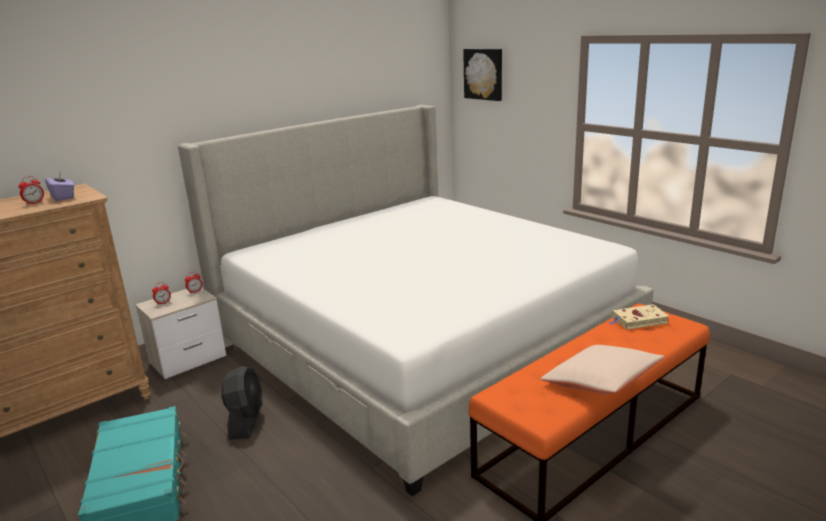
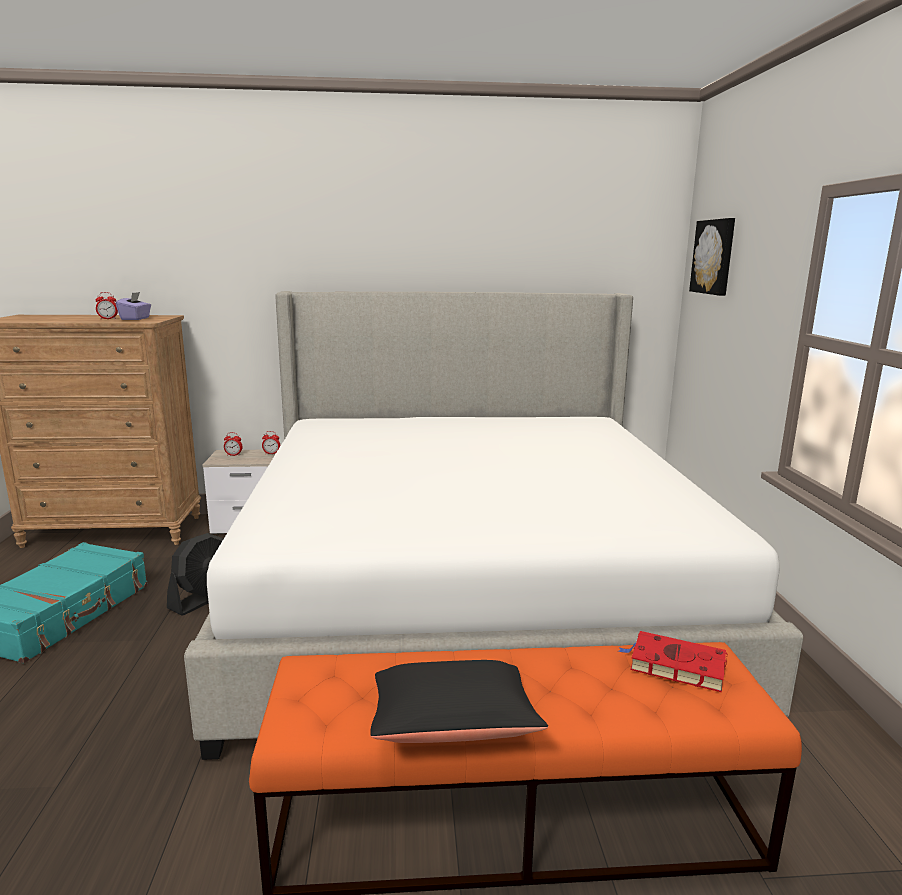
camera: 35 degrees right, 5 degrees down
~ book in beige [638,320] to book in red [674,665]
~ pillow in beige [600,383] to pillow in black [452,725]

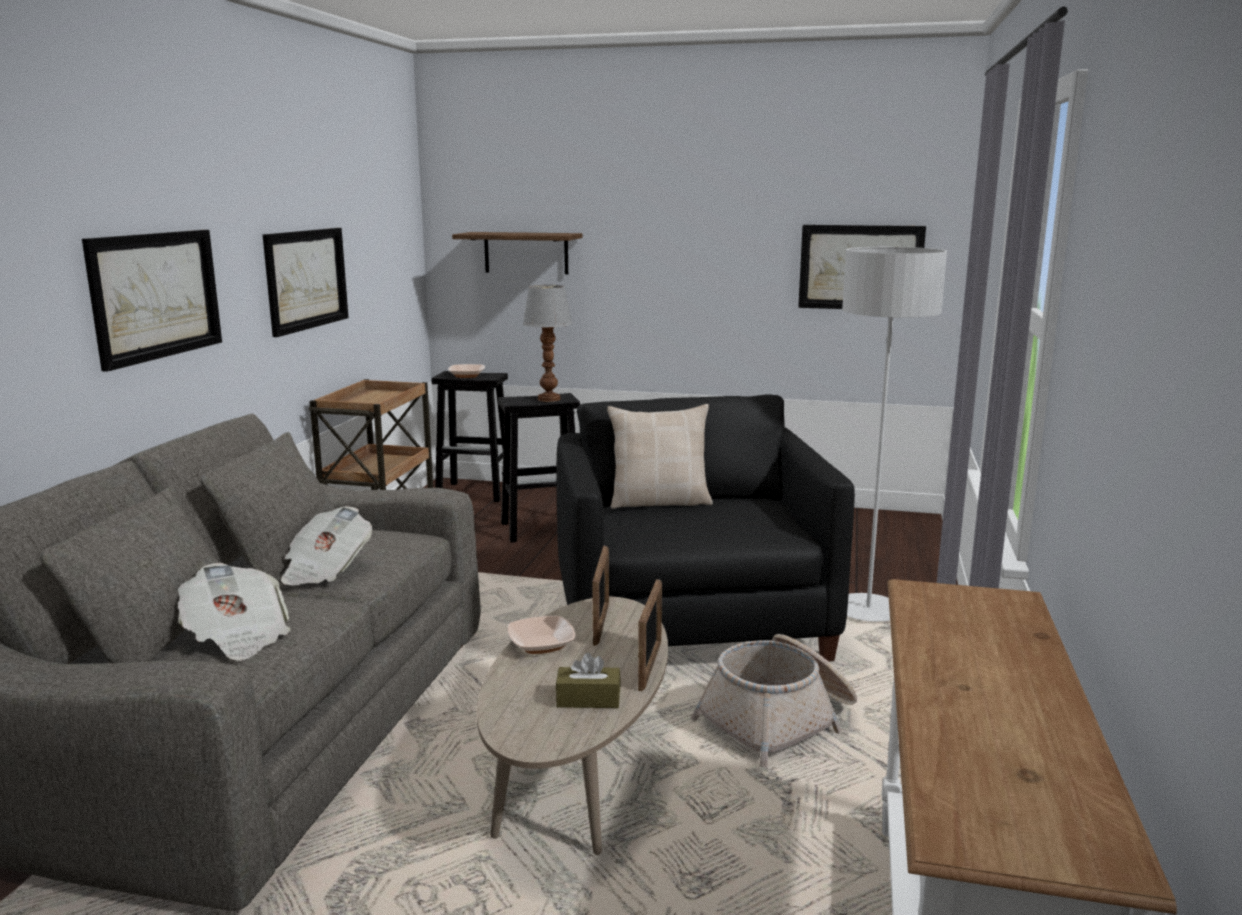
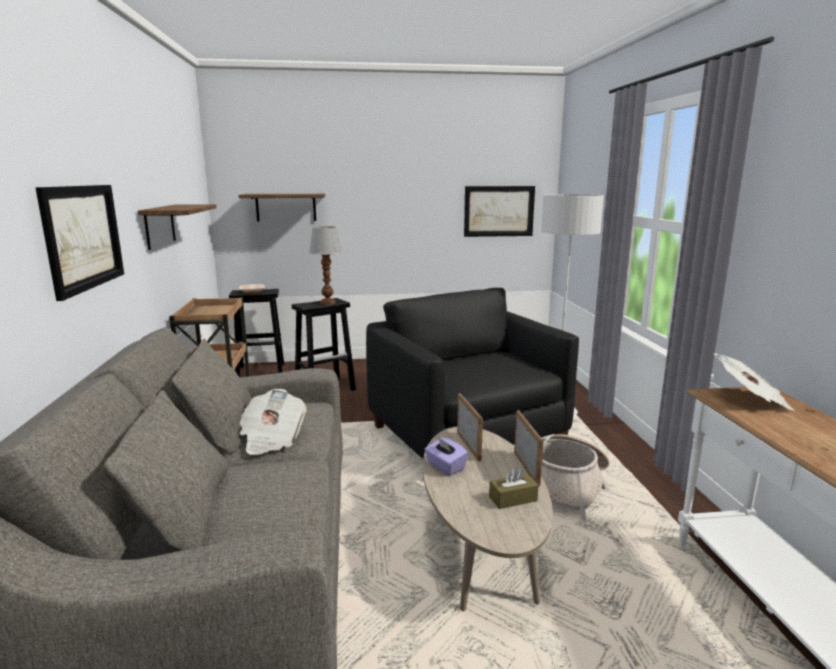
camera: 20 degrees left, 0 degrees up
~ picture [306,279] to shelf [160,226]
- pillow in beige [659,502]
~ newspaper [237,637] to [750,400]
~ bowl [541,645] to tissue box in purple [445,467]

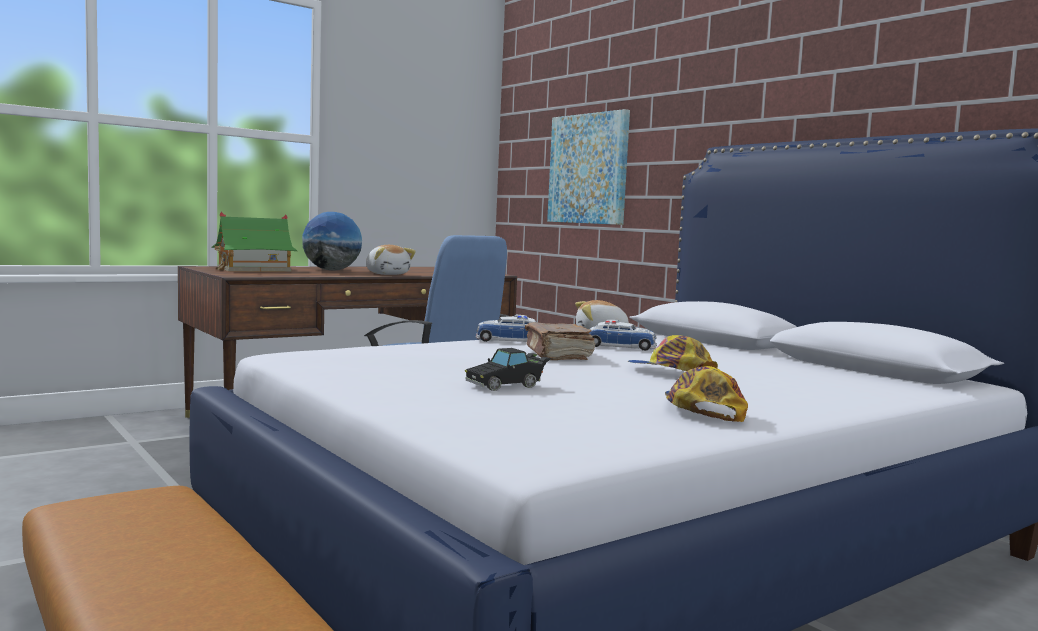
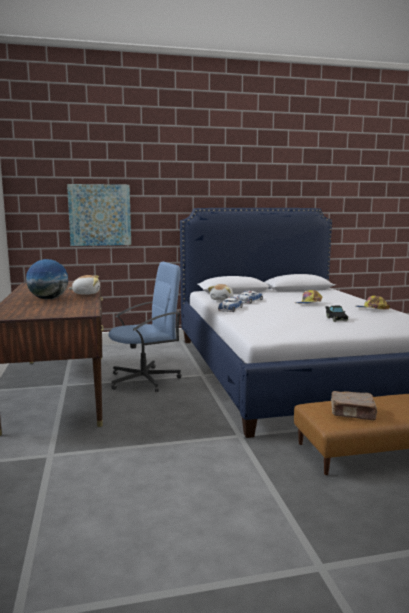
camera: 65 degrees left, 5 degrees up
- toy house [253,269]
~ book in brown [557,355] to [353,413]

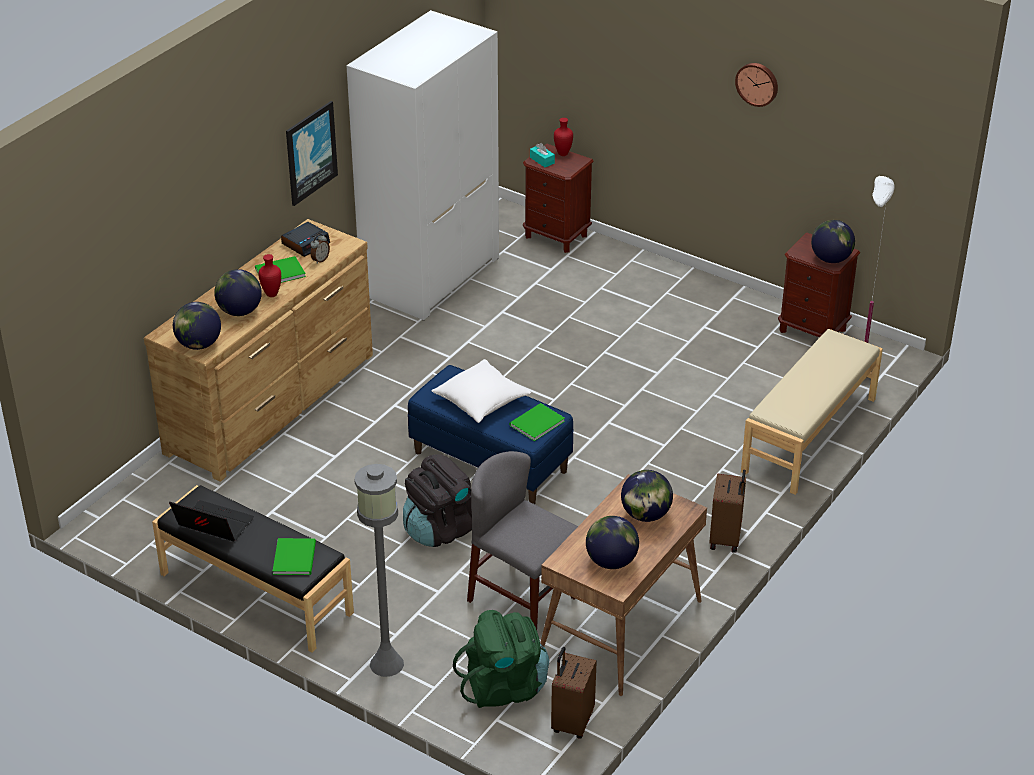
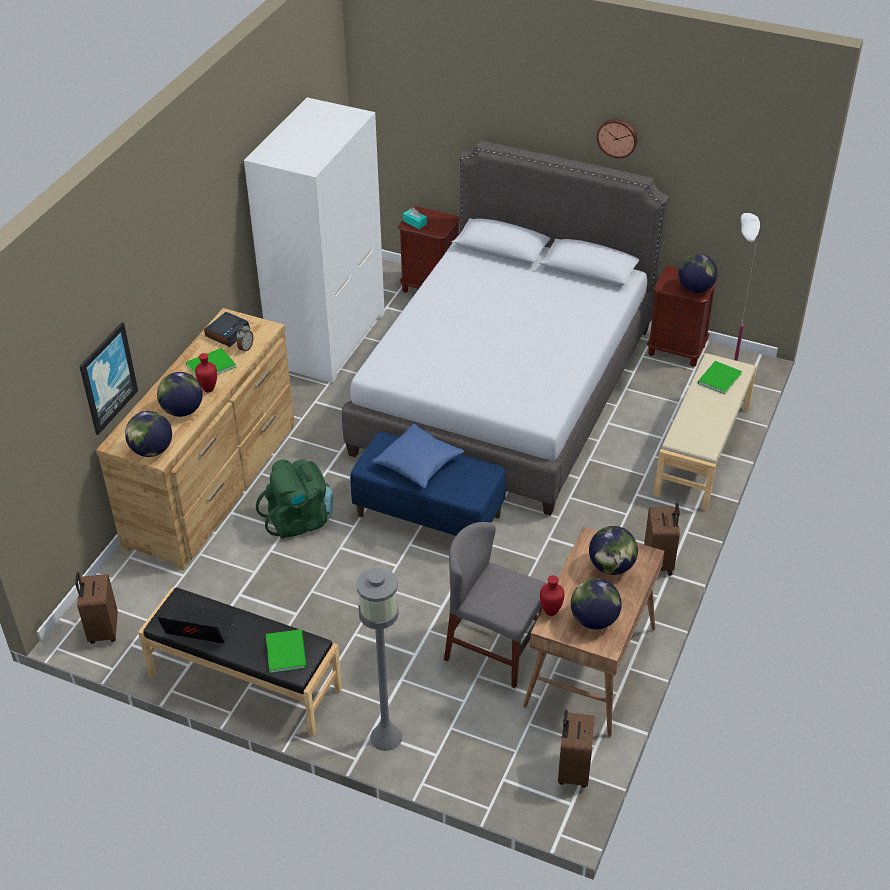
camera: 10 degrees left, 5 degrees up
~ picture [310,152] to [107,378]
~ vase in red [562,154] to [550,612]
~ pillow in white [481,401] to pillow in blue [418,464]
~ book in green [535,423] to [718,379]
- backpack in black [441,528]
~ backpack in green [504,687] to [300,520]
+ bed in grey [504,390]
+ suitcase in brown [102,630]

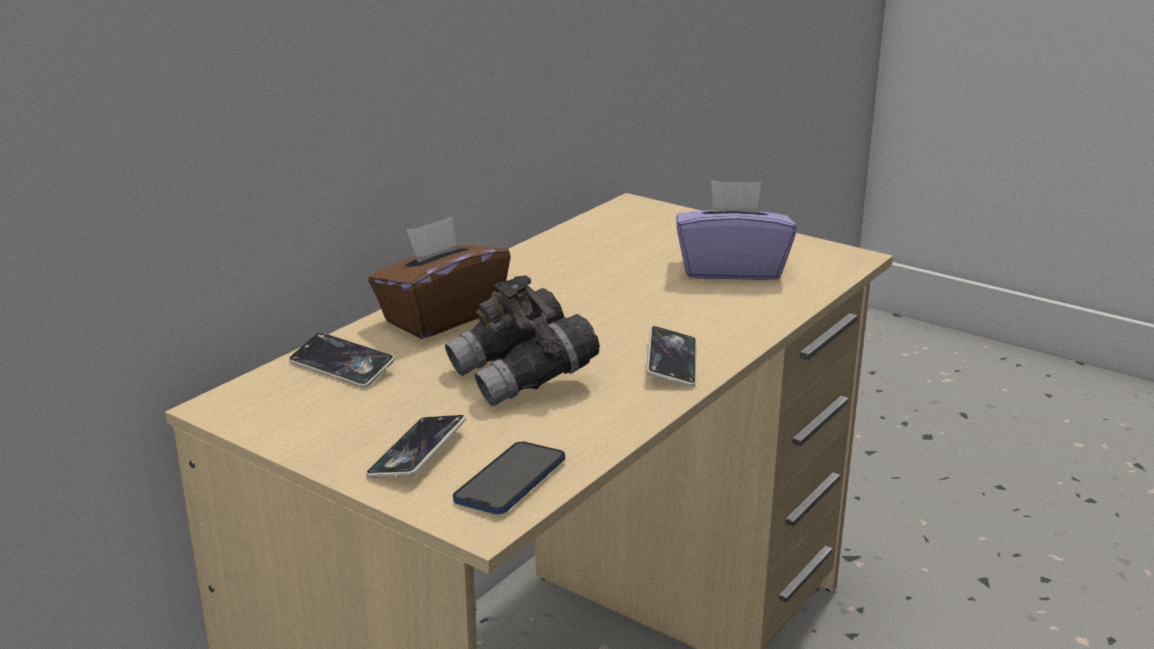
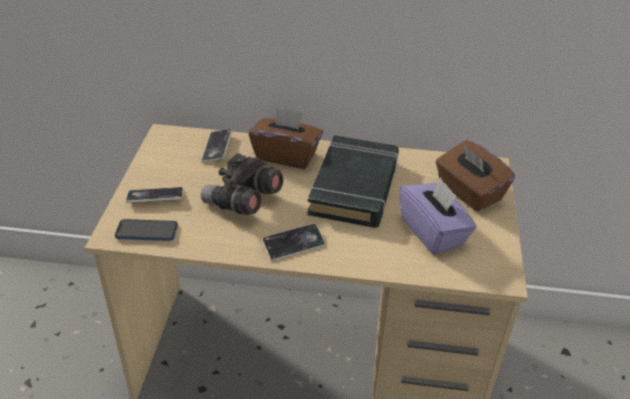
camera: 60 degrees right, 15 degrees up
+ book in black [355,187]
+ tissue box in brown [468,192]

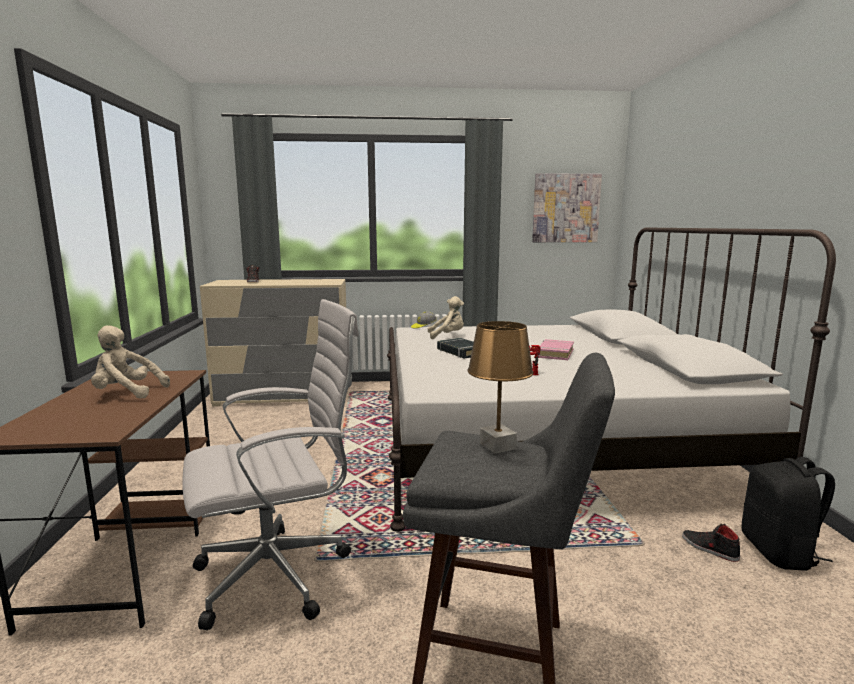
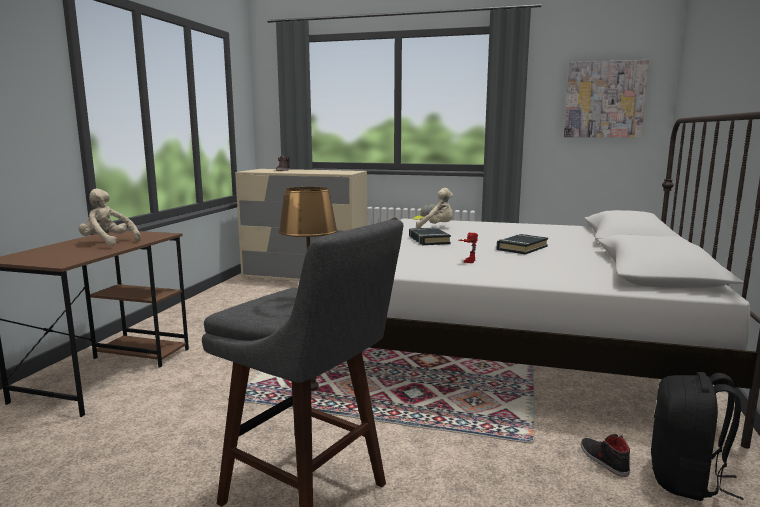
camera: 20 degrees right, 0 degrees up
- office chair in white [280,574]
~ book in pink [555,353] to book in black [521,248]

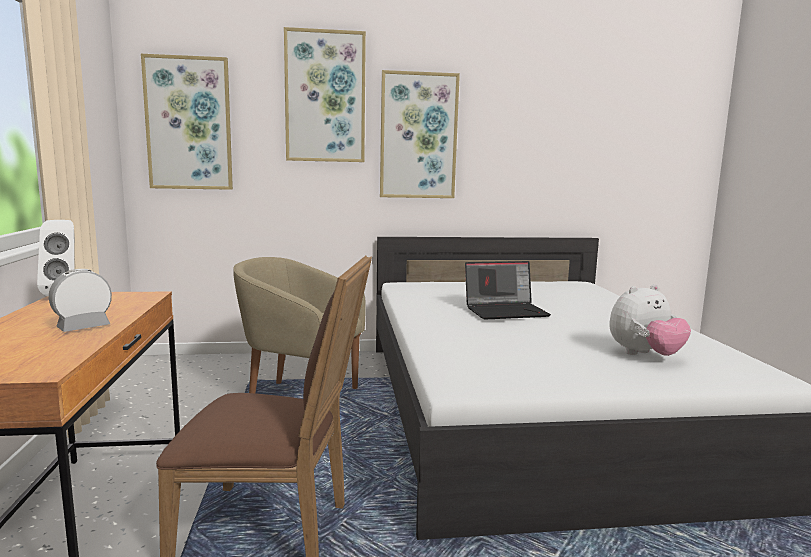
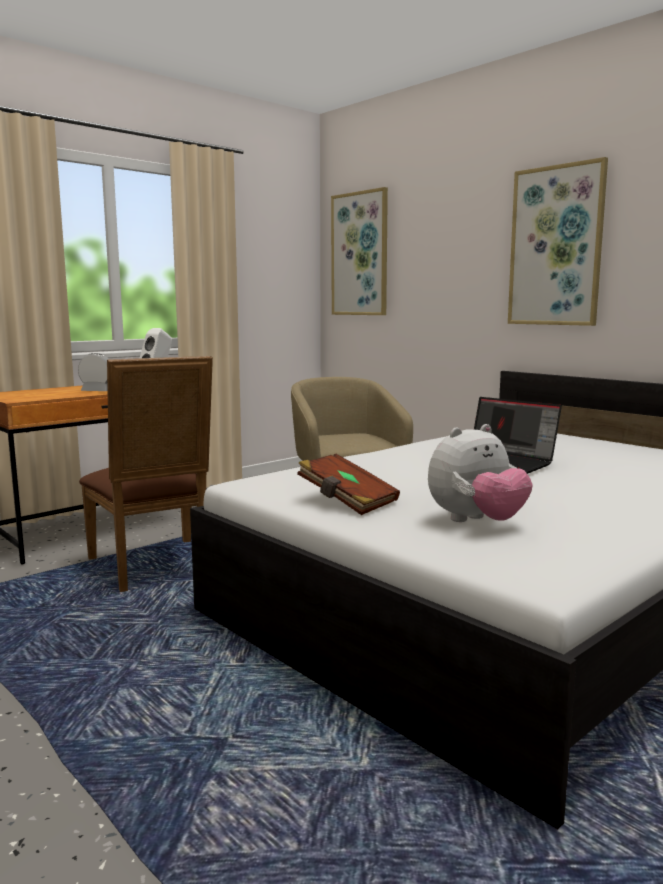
camera: 55 degrees right, 0 degrees up
- picture [325,97]
~ plush toy [644,355] = [476,522] 60 degrees counterclockwise
+ book in brown [347,501]

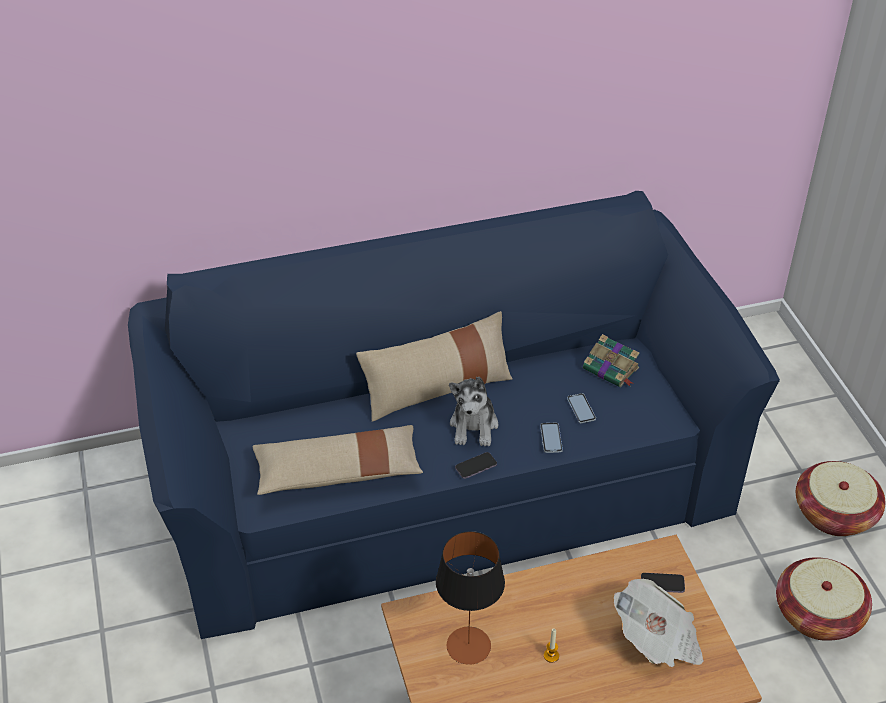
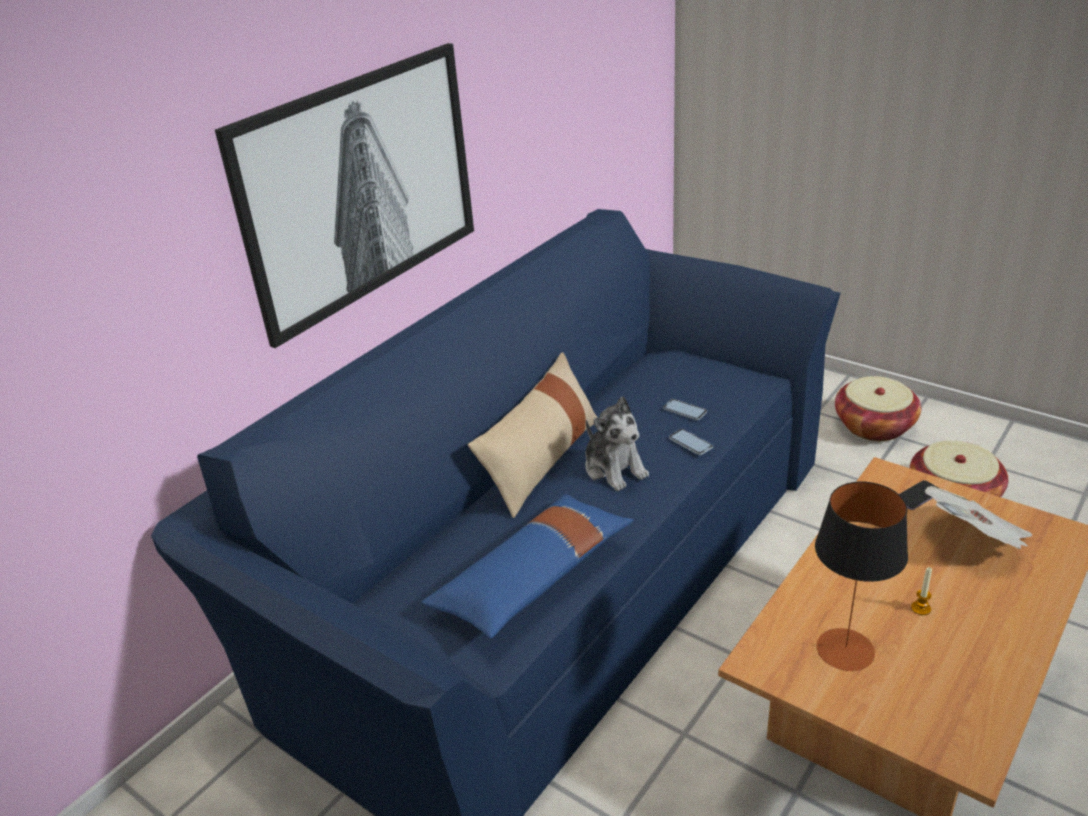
camera: 35 degrees left, 10 degrees down
- book [611,369]
~ pillow in beige [338,472] to pillow in blue [533,578]
- phone [476,466]
+ picture [359,187]

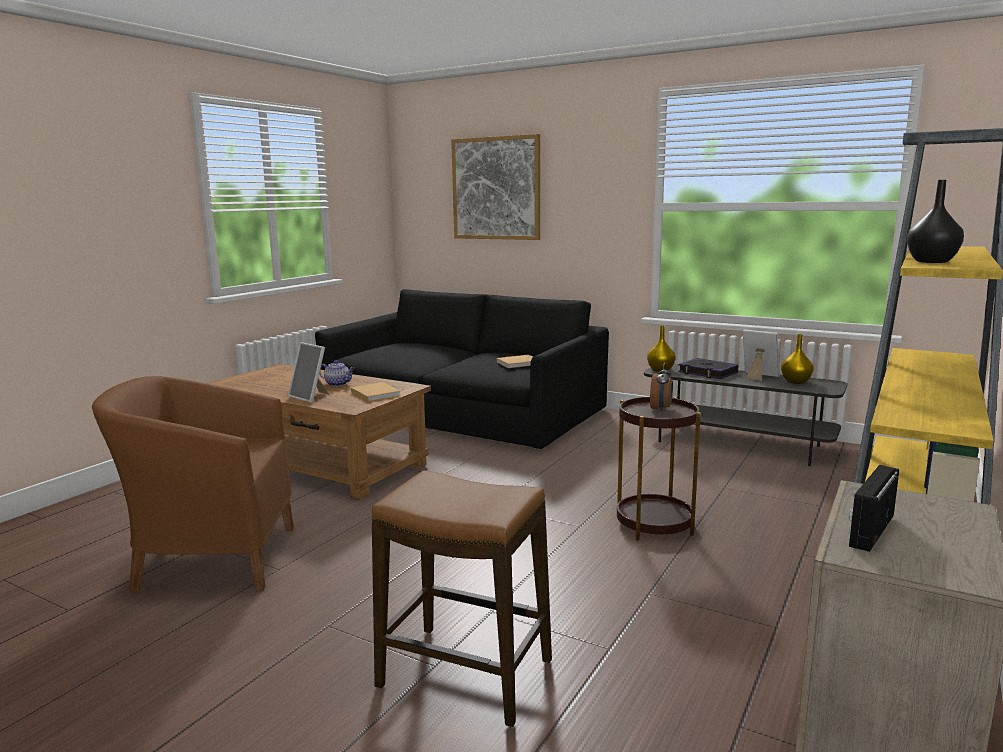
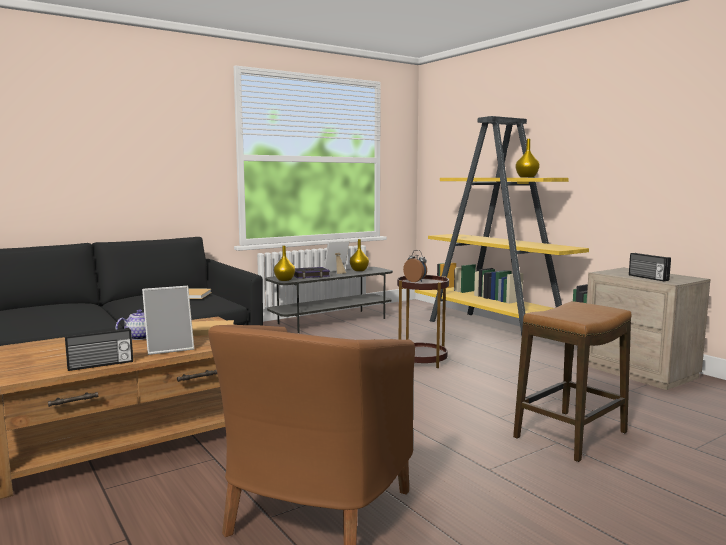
camera: 65 degrees left, 5 degrees down
- picture [496,188]
~ vase in black [930,261] to vase in yellow [526,177]
+ radio [100,365]

